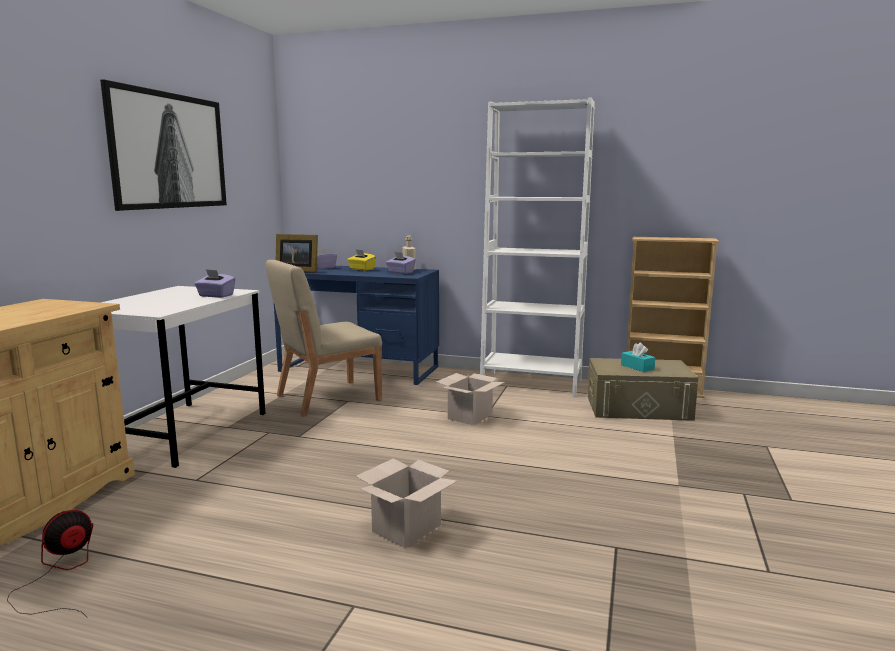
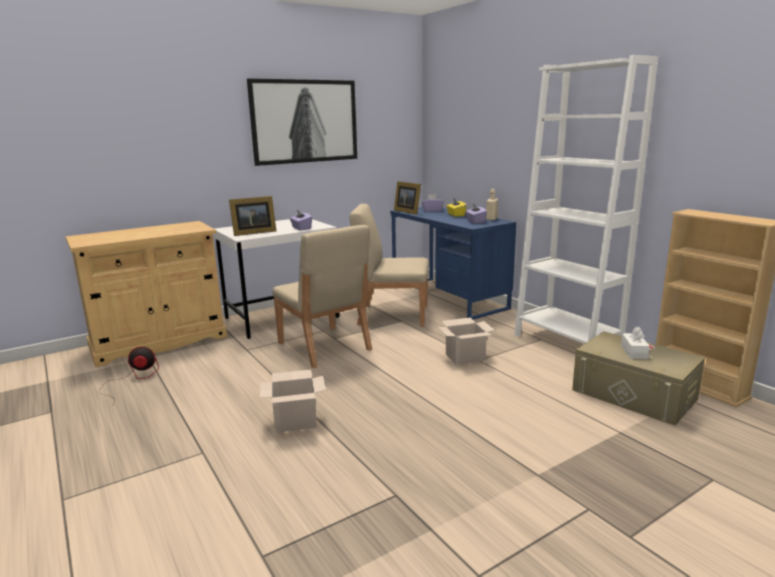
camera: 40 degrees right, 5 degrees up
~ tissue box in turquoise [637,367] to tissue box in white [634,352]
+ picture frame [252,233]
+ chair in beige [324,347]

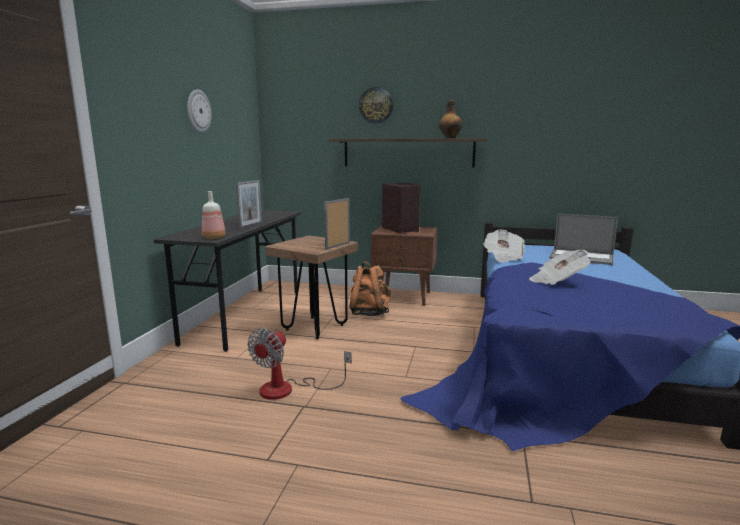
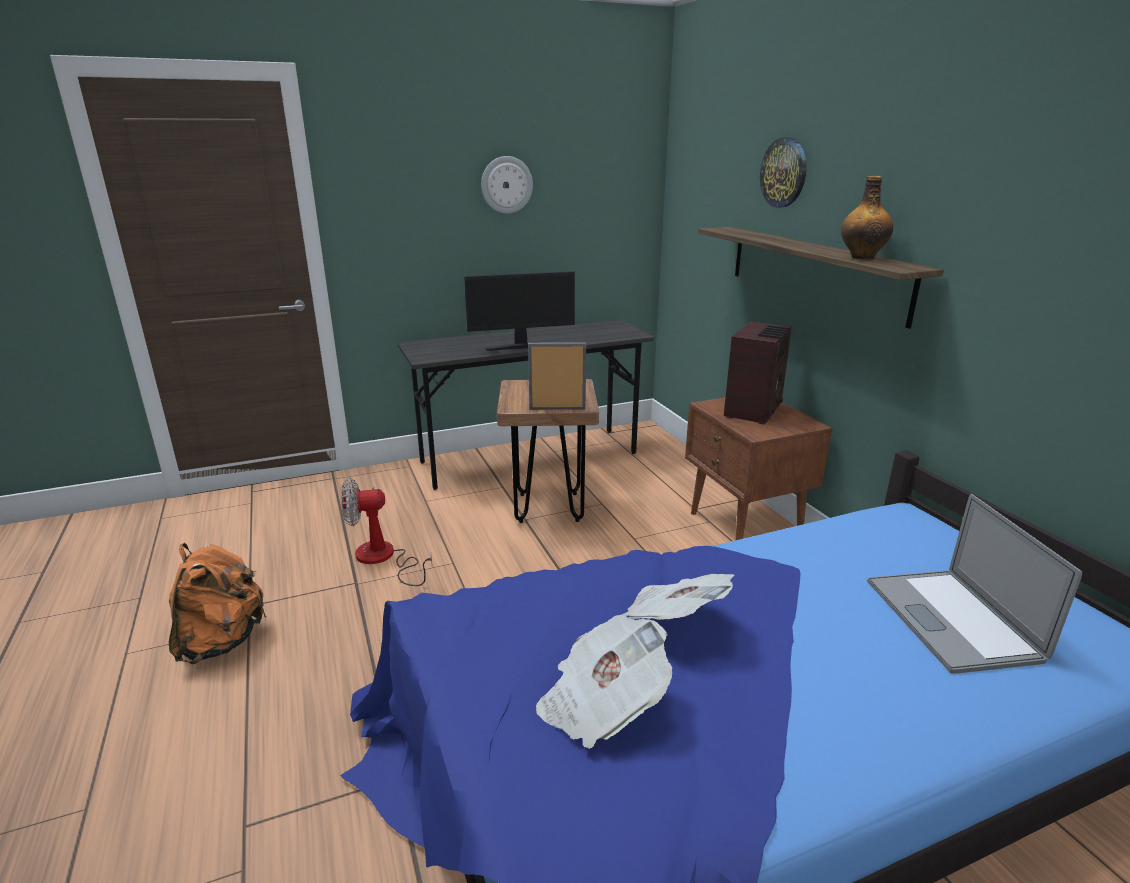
camera: 55 degrees right, 10 degrees up
~ picture frame [250,225] to monitor [521,346]
- bottle [214,237]
~ newspaper [503,257] to [601,704]
~ backpack in orange [369,313] to [222,641]

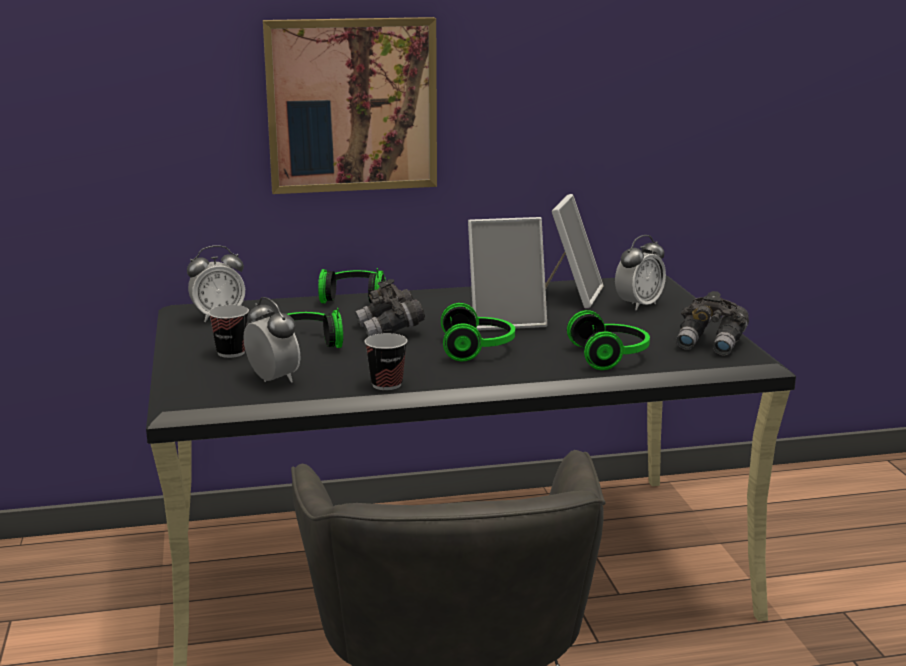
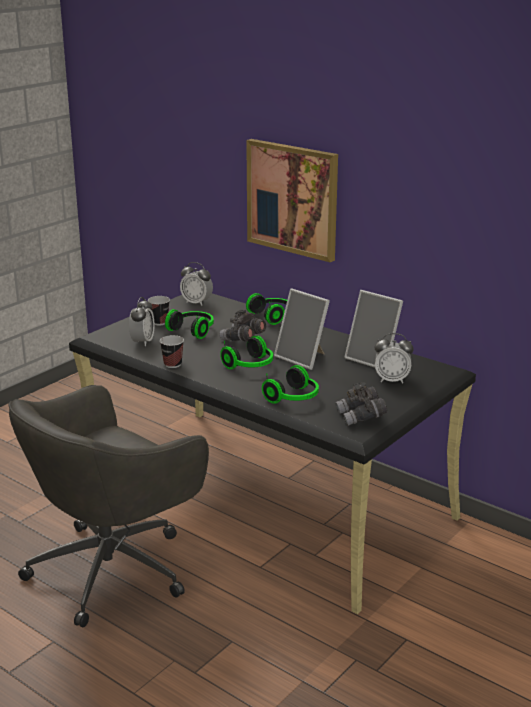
camera: 50 degrees right, 5 degrees up
~ picture frame [571,296] = [374,359] 60 degrees clockwise

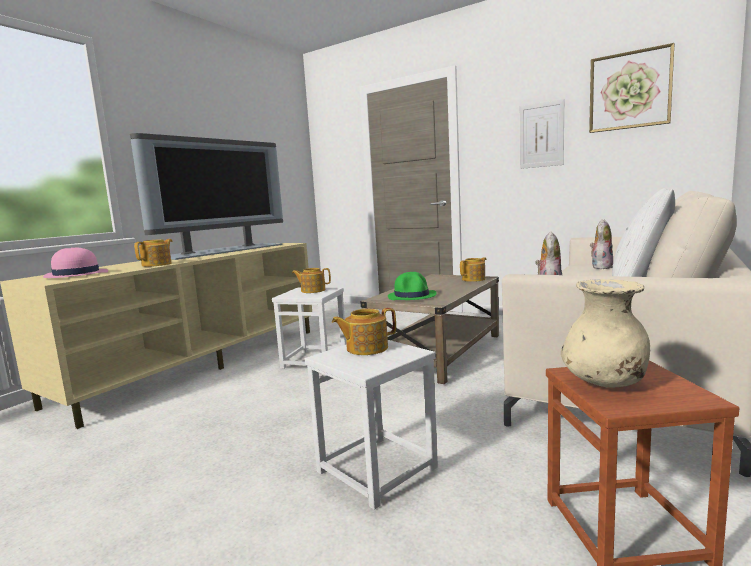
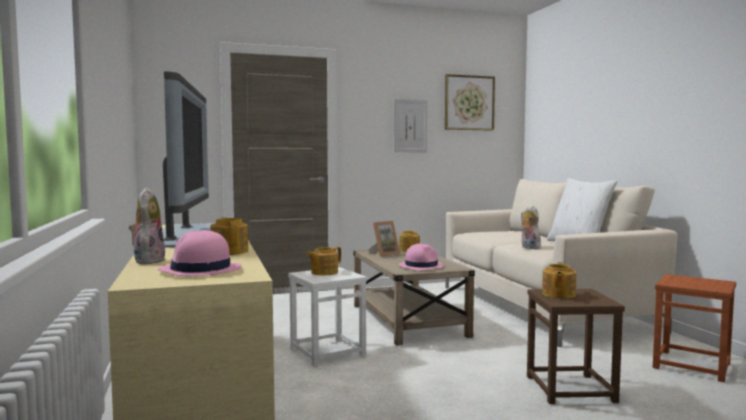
camera: 50 degrees left, 5 degrees down
~ plush toy [601,267] to [148,261]
~ hat in green [412,296] to hat in pink [421,266]
- vase in beige [604,383]
~ stool in white [377,470] to stool in brown [571,389]
+ picture frame [384,254]

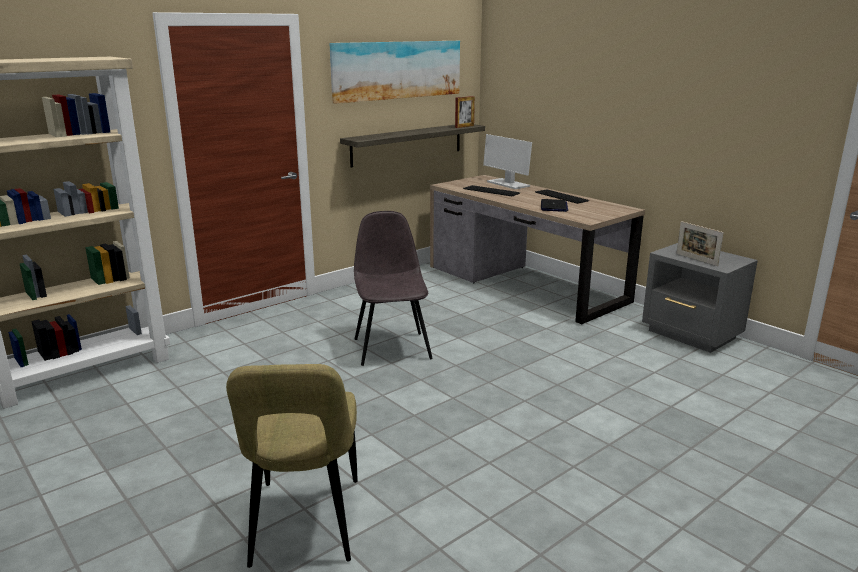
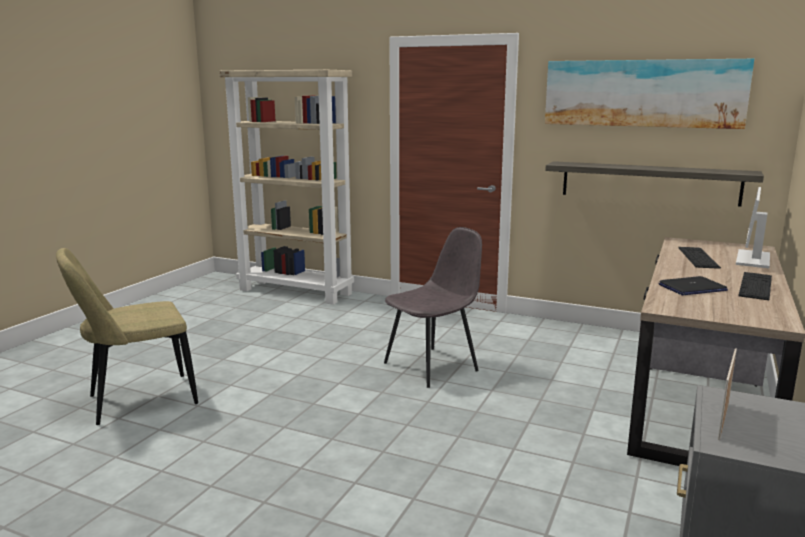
camera: 65 degrees right, 5 degrees down
- picture frame [464,126]

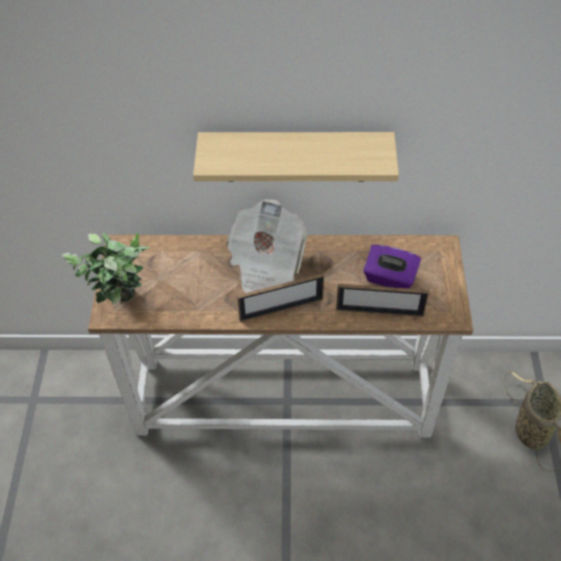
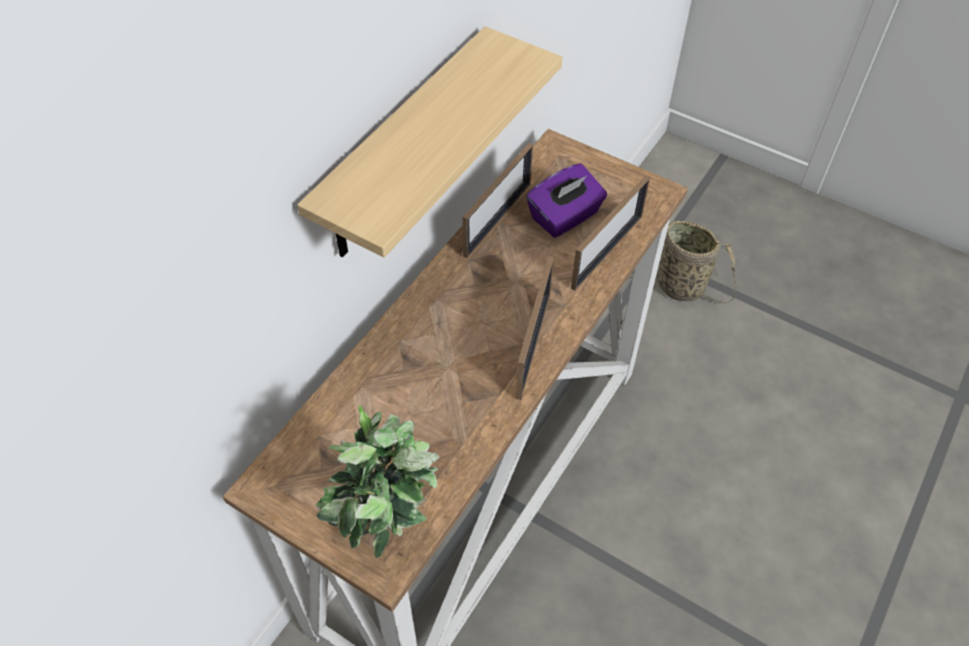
camera: 60 degrees left, 0 degrees up
- newspaper [266,262]
+ picture frame [497,219]

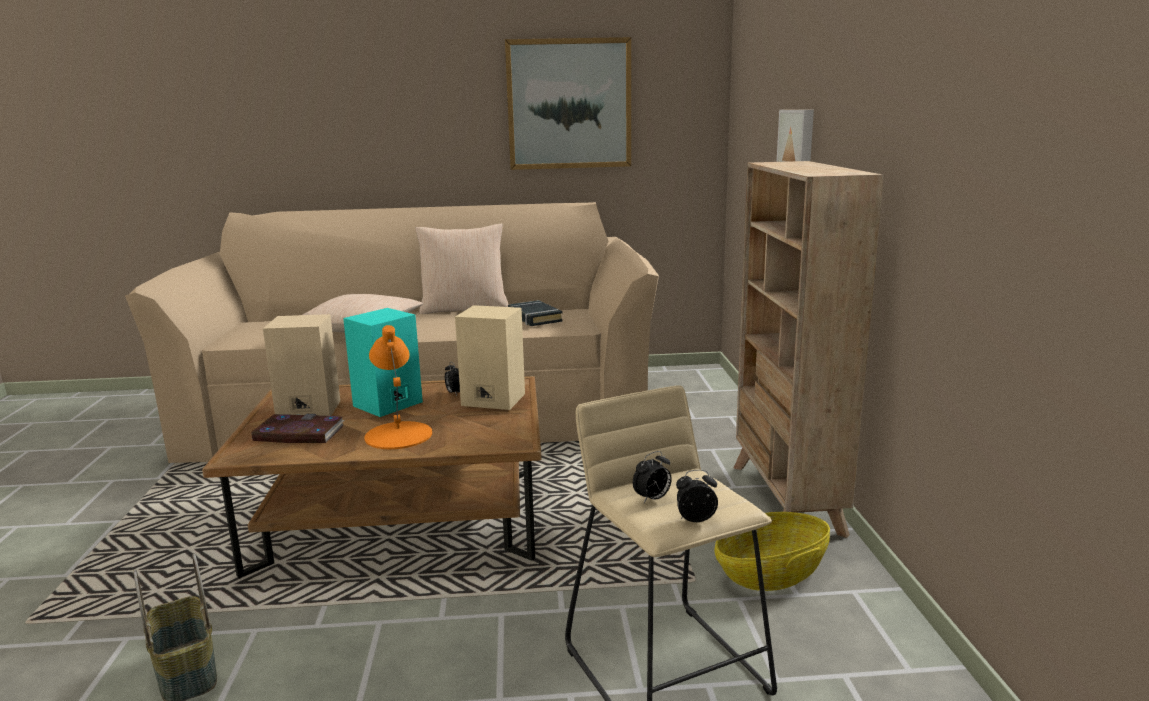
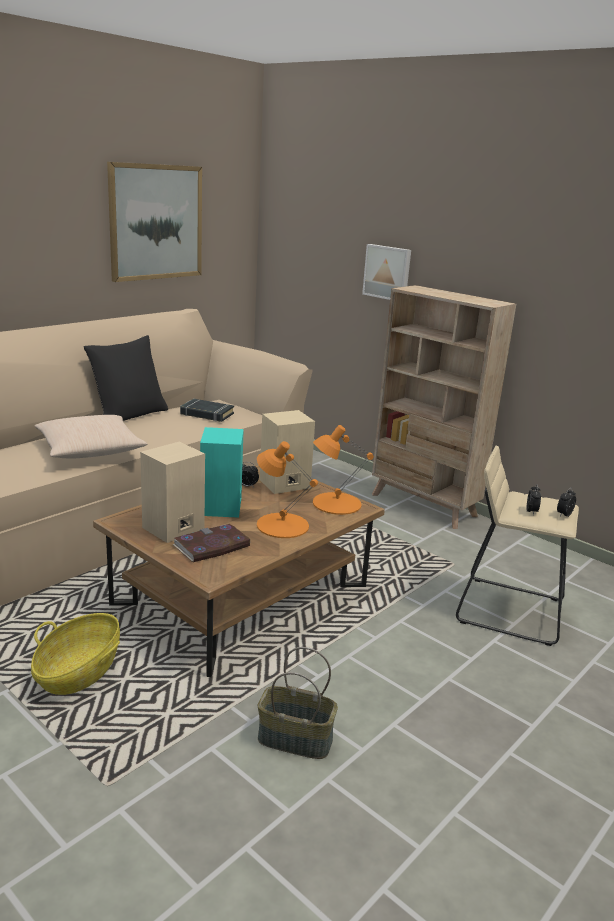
camera: 45 degrees left, 5 degrees up
~ pillow in beige [464,308] to pillow in black [129,415]
~ basket [771,573] to [79,672]
+ table lamp in orange [336,503]

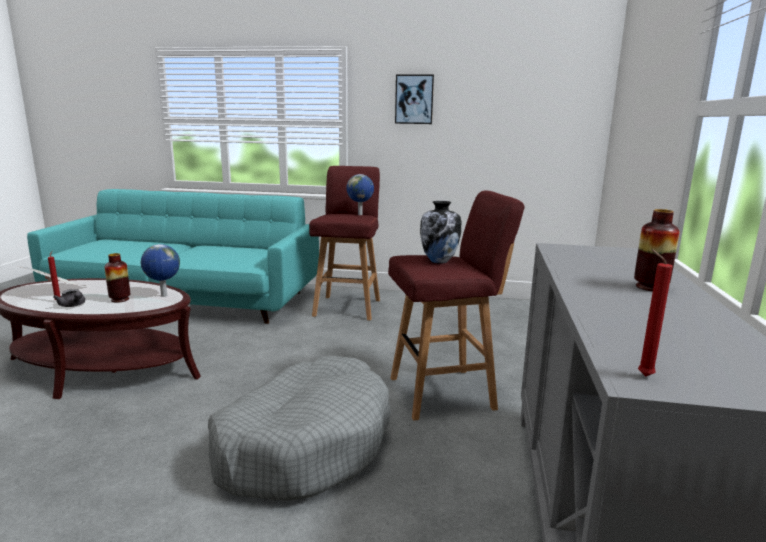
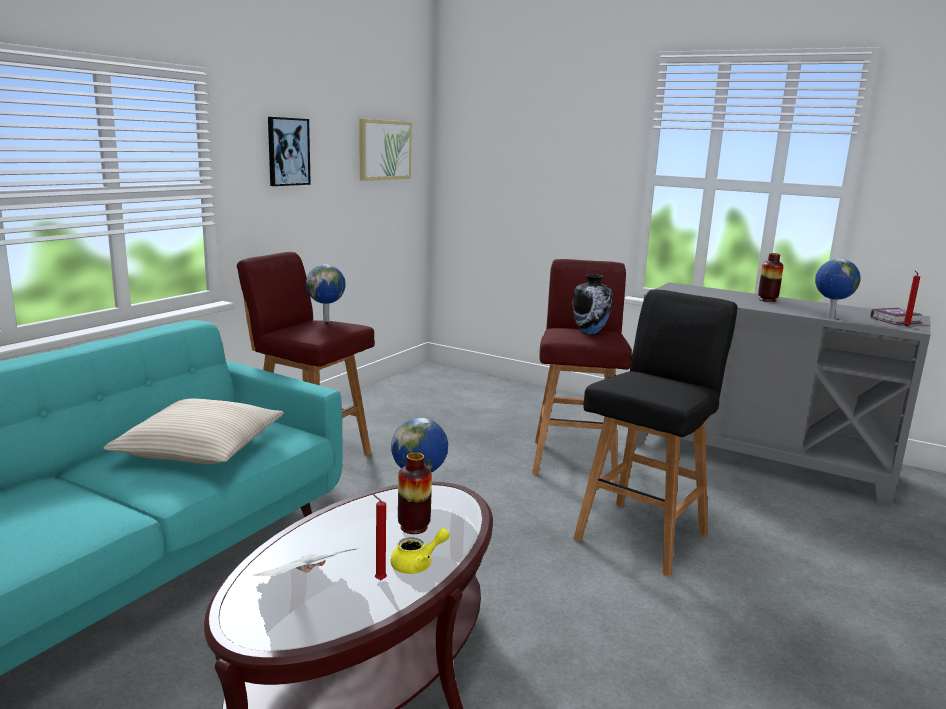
camera: 70 degrees left, 0 degrees up
~ teapot in grey [73,305] to teapot in yellow [418,564]
~ dog bed in grey [304,444] to stool in black [643,535]
+ picture [384,150]
+ globe [830,317]
+ book [896,320]
+ pillow in beige [200,448]

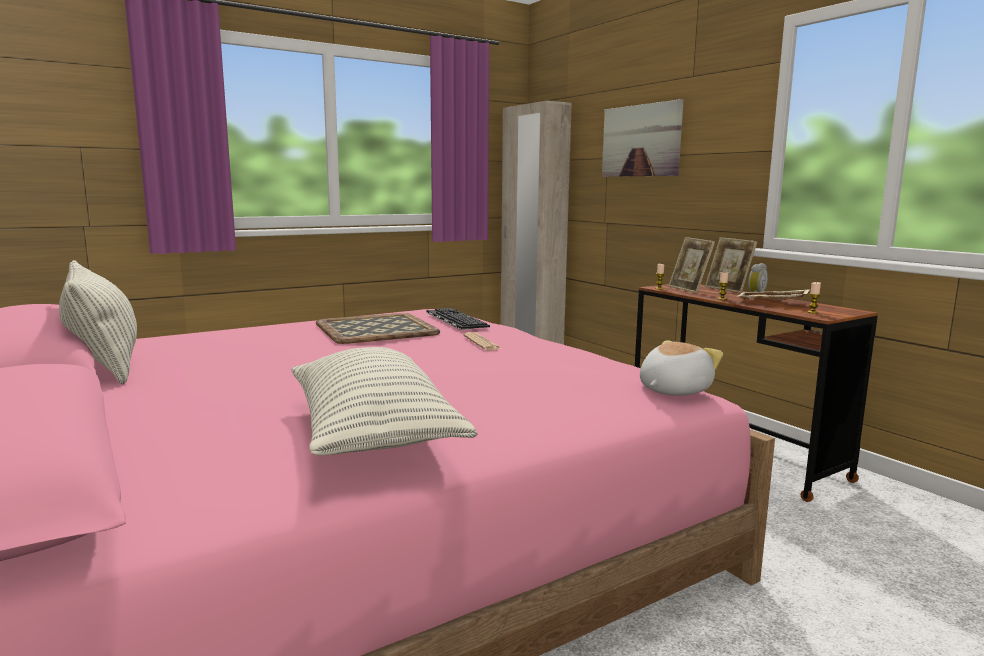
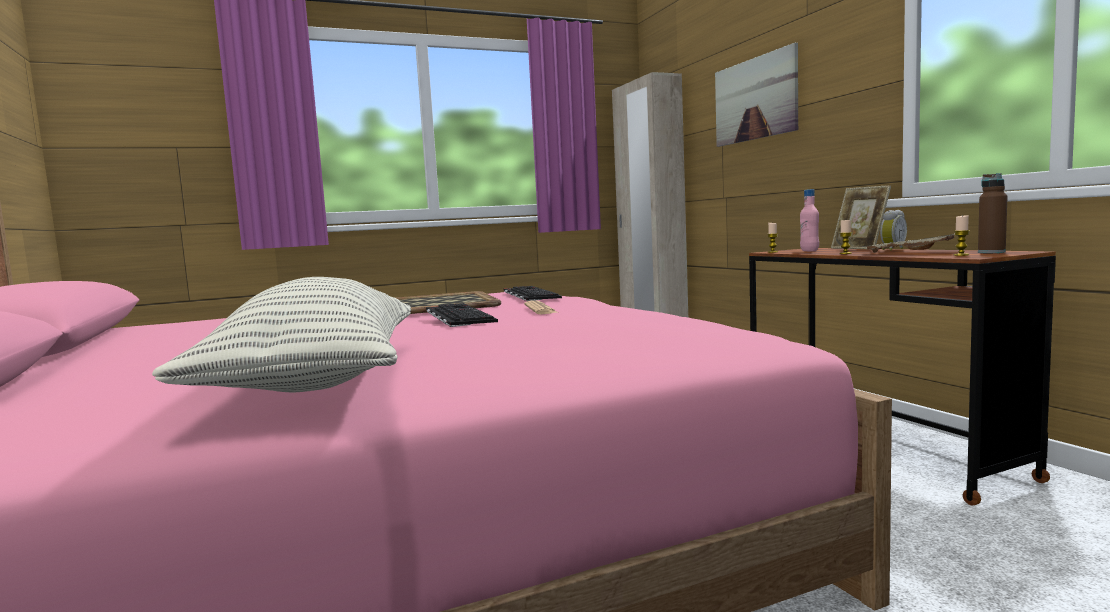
camera: 10 degrees right, 5 degrees down
~ picture frame [689,289] to bottle in pink [809,251]
- pillow [104,363]
- plush toy [672,390]
+ bottle in brown [991,252]
+ keyboard [456,316]

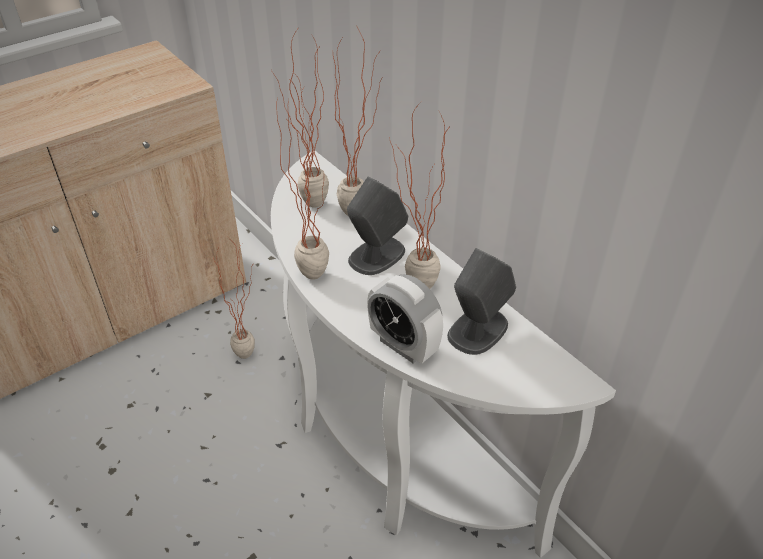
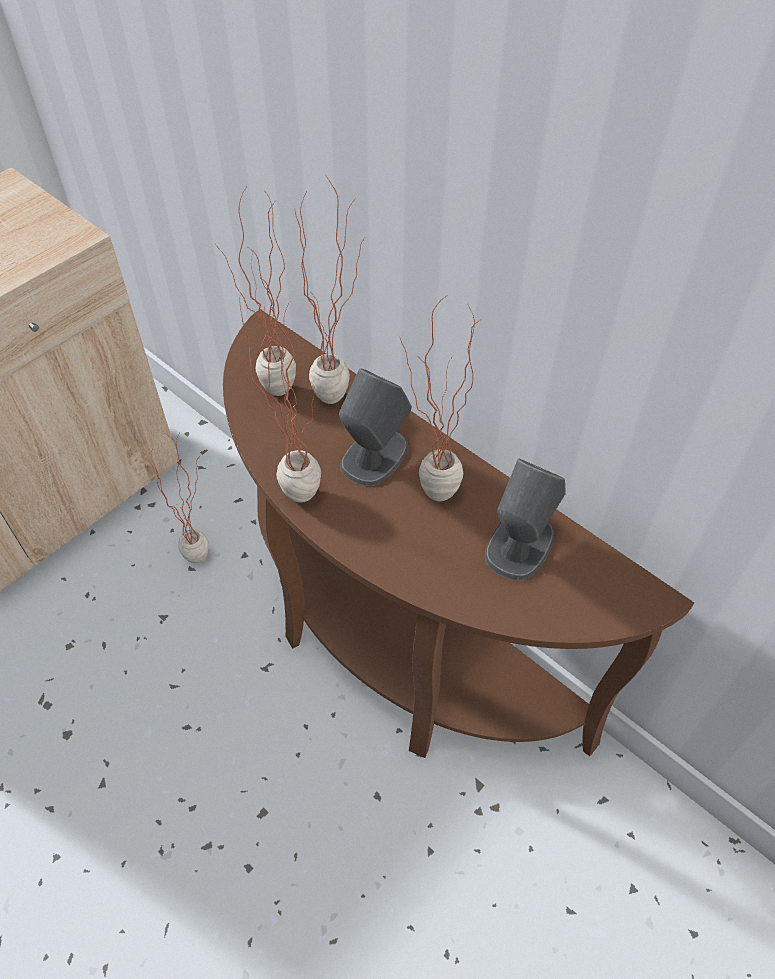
camera: 10 degrees left, 10 degrees up
~ console table in white [388,446] to console table in brown [394,649]
- alarm clock [403,345]

